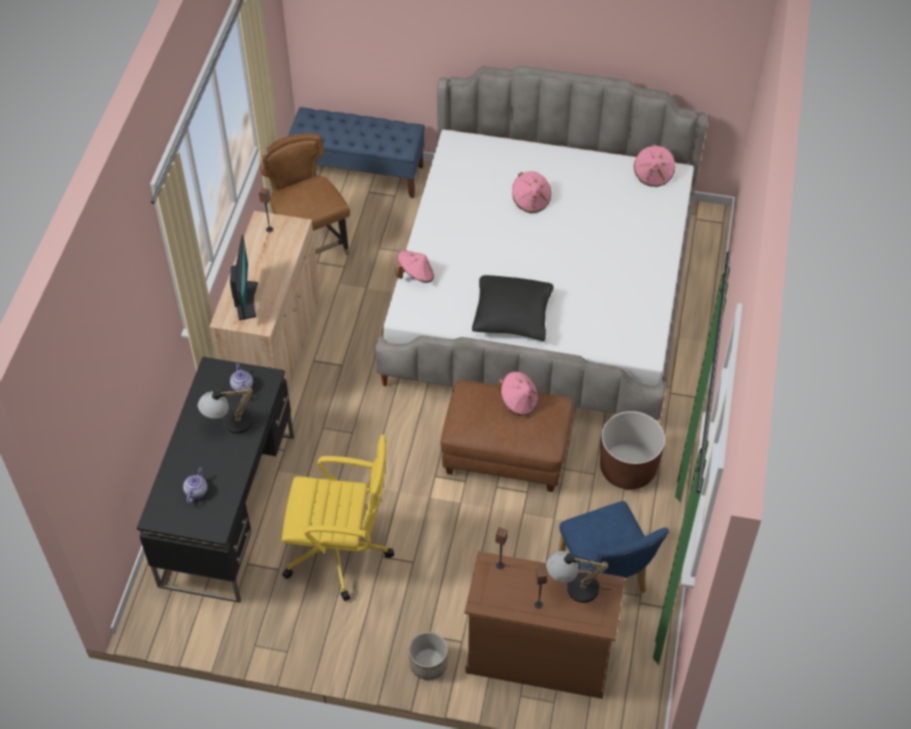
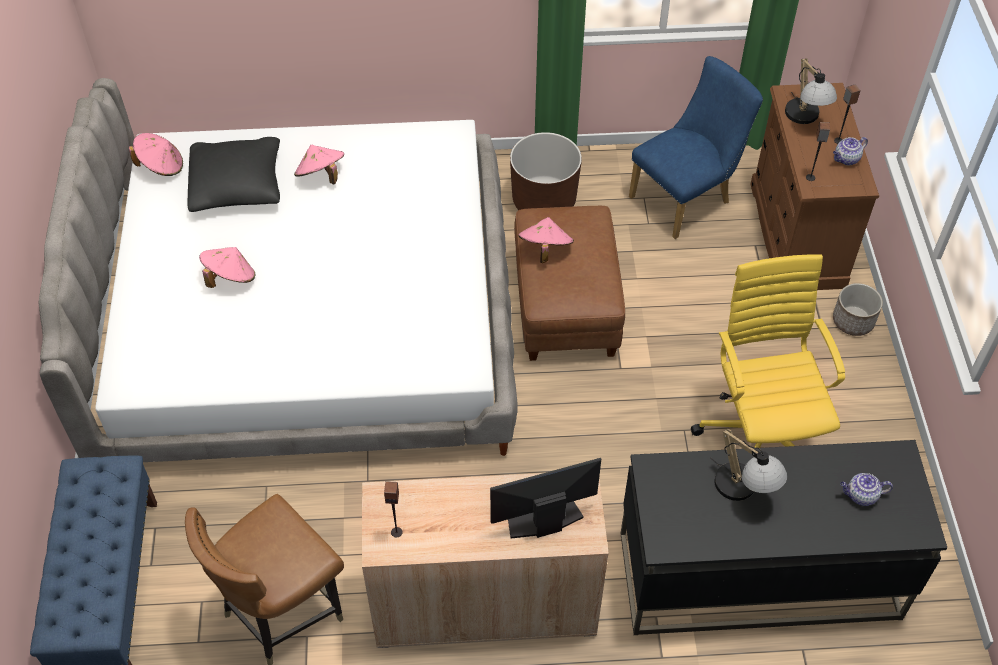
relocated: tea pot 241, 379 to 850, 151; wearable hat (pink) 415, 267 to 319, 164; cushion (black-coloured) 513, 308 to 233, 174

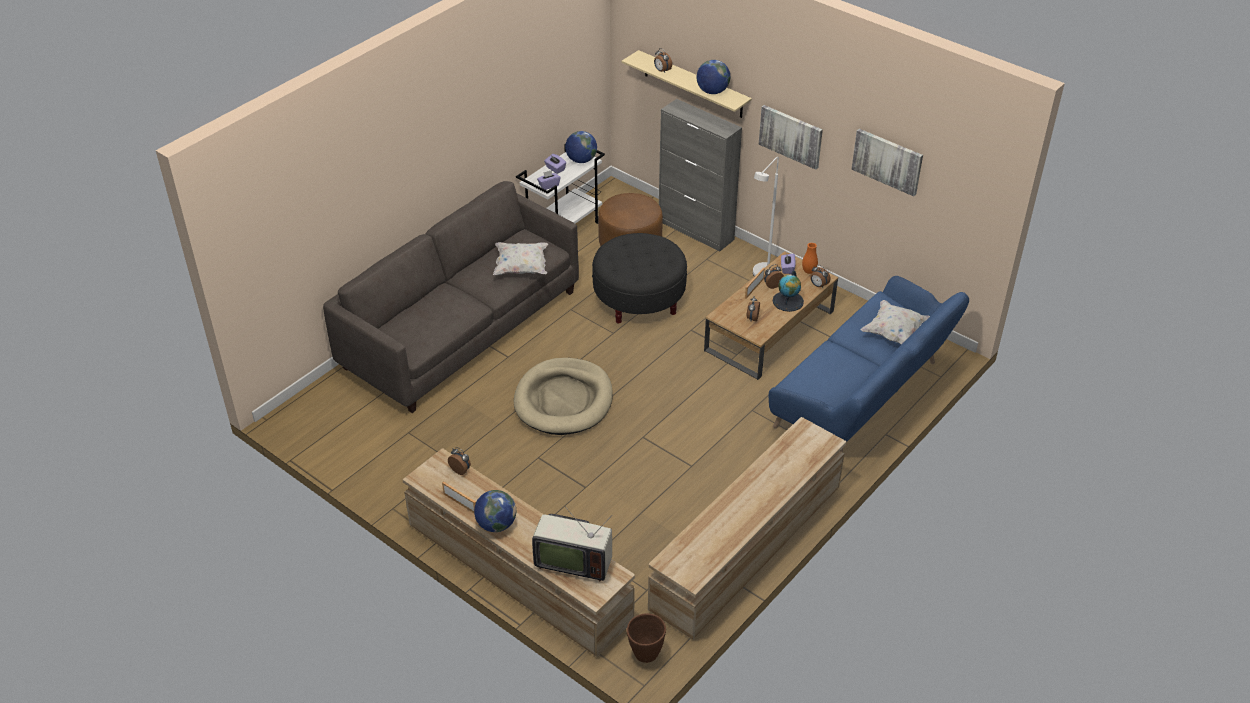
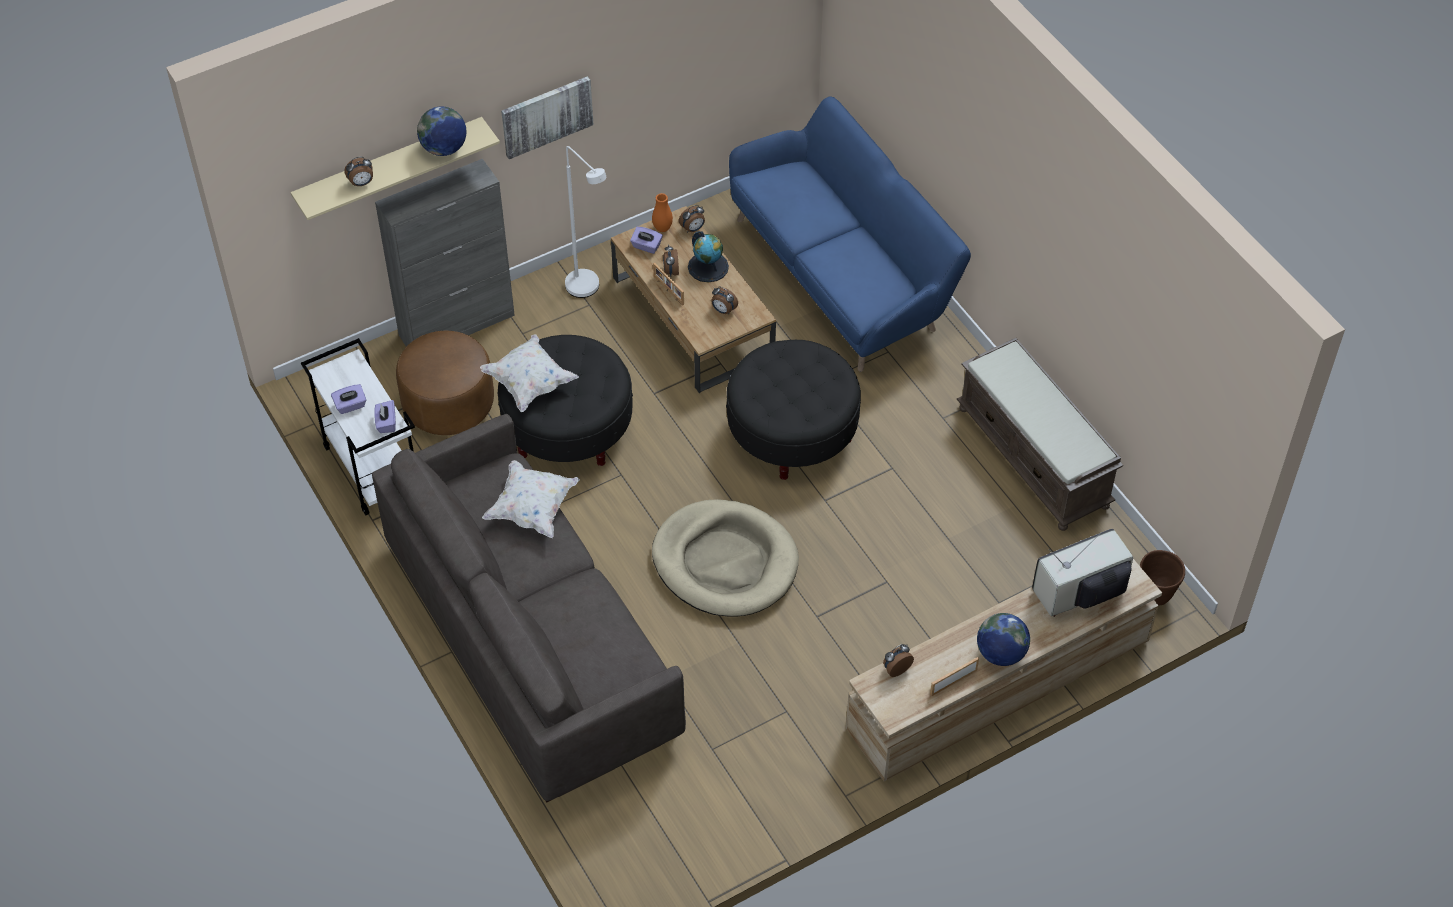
missing: world globe 581, 147; wall art 887, 162
appeared: pouffe (black-coloured) 793, 410
relocated: cushion (white-coloured) 895, 322 to 529, 373
exchanged: tv unit (beige-coloured) 747, 528 to indoor bench (brownish) 1040, 434
spun: TV set 572, 544 = 1082, 573 150 degrees counterclockwise

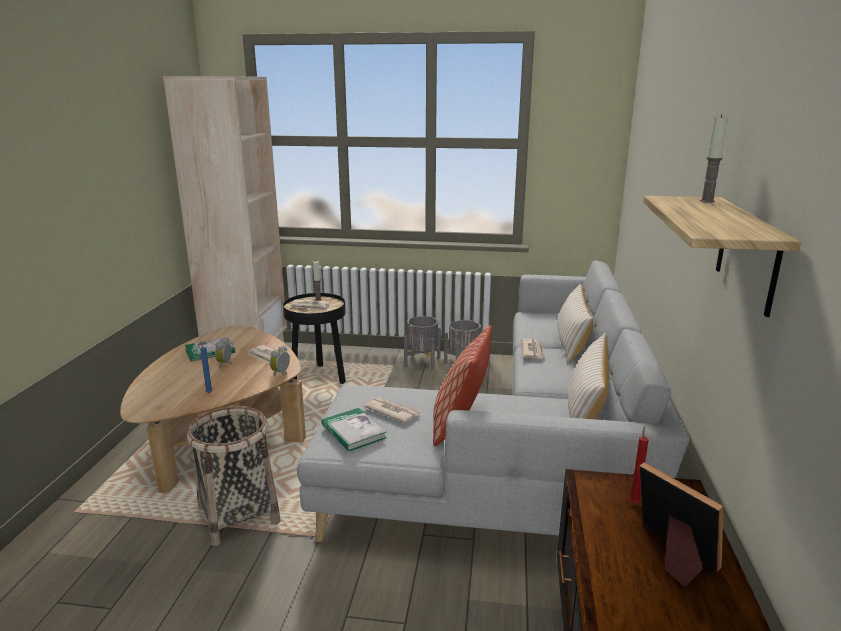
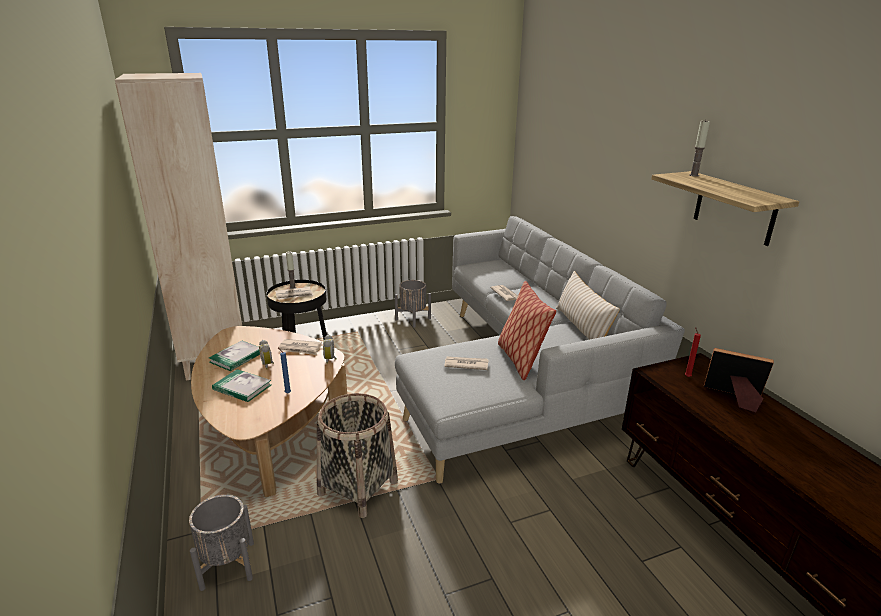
missing: cushion (beige-coloured) 575, 324
relocated: book 354, 429 to 241, 385; plant pot (gray) 422, 343 to 221, 543

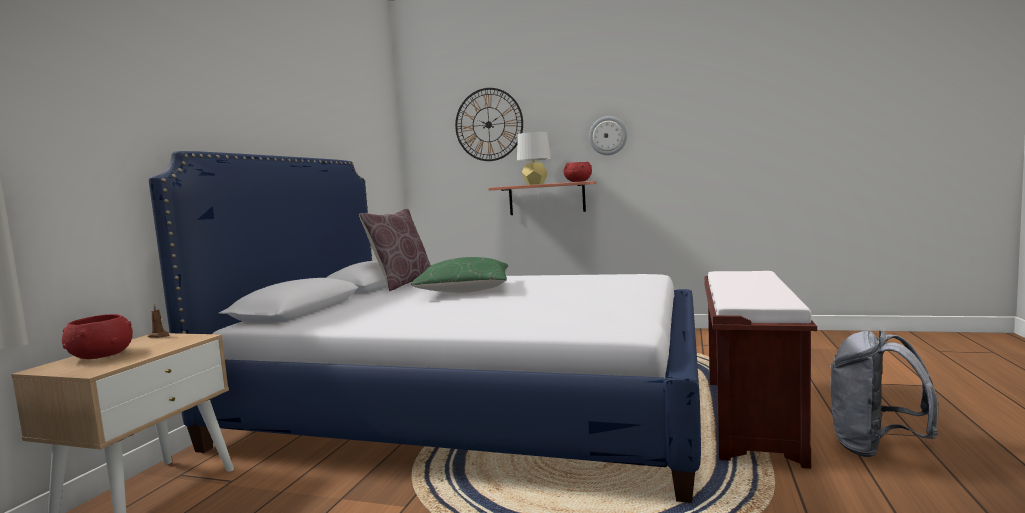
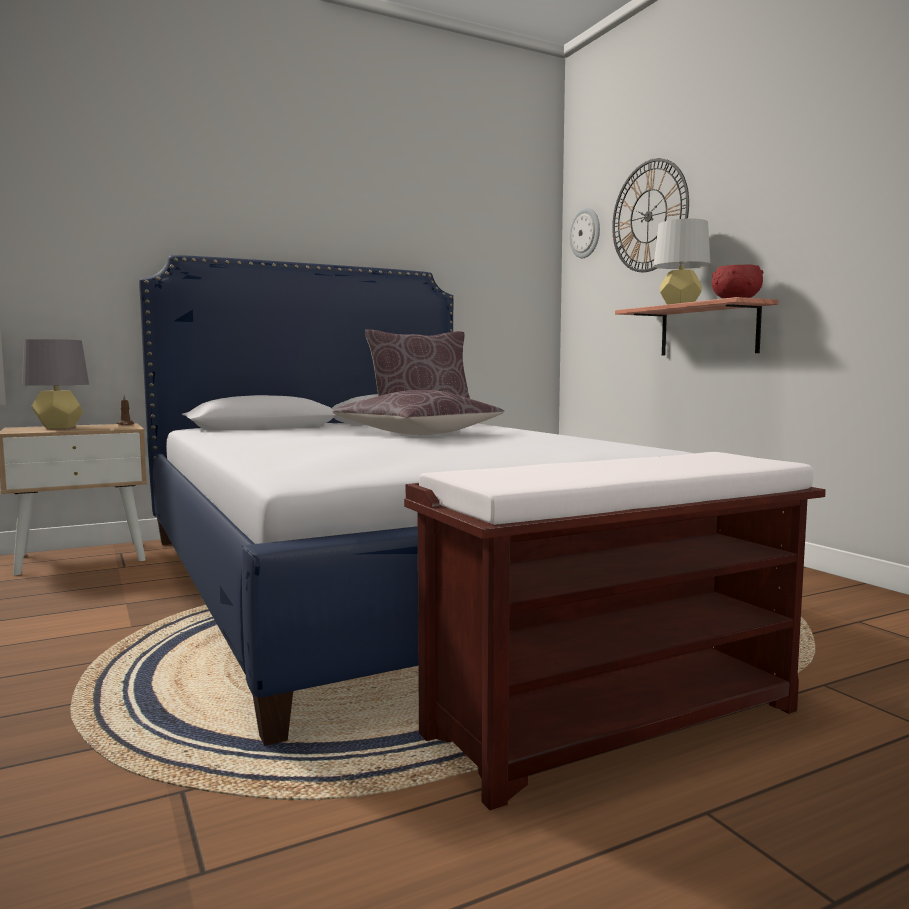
missing: backpack (gray) 884, 393
relocated: hanging clock 608, 135 to 584, 233
exchanged: deep dish (red-coloured) 97, 336 to lamp for a table (gray) 55, 384
colour: cushion (green-coloured) 459, 275 to cushion (brownish) 419, 412

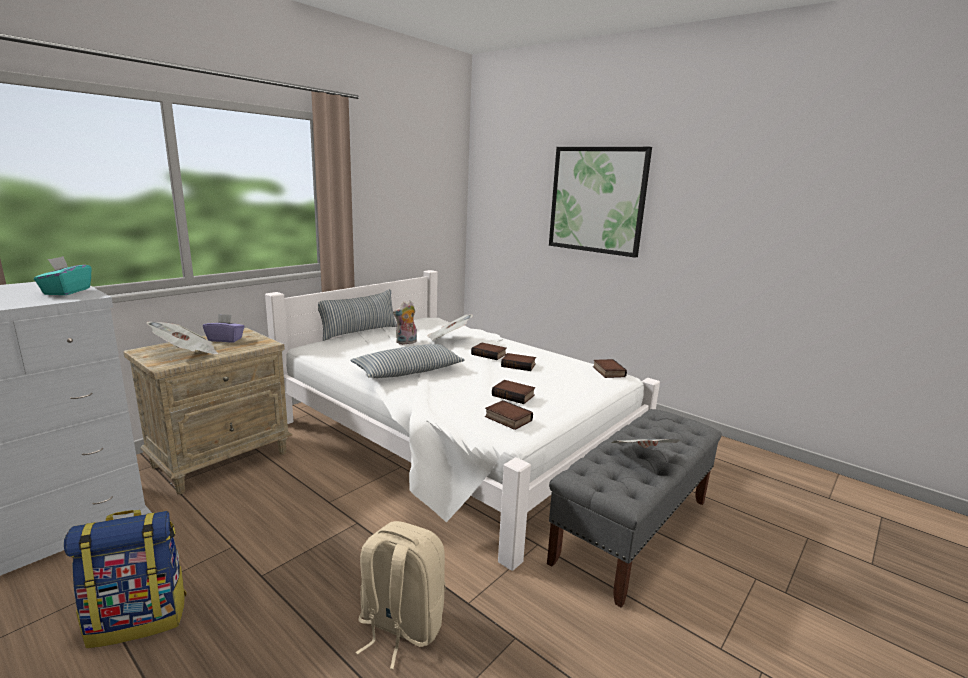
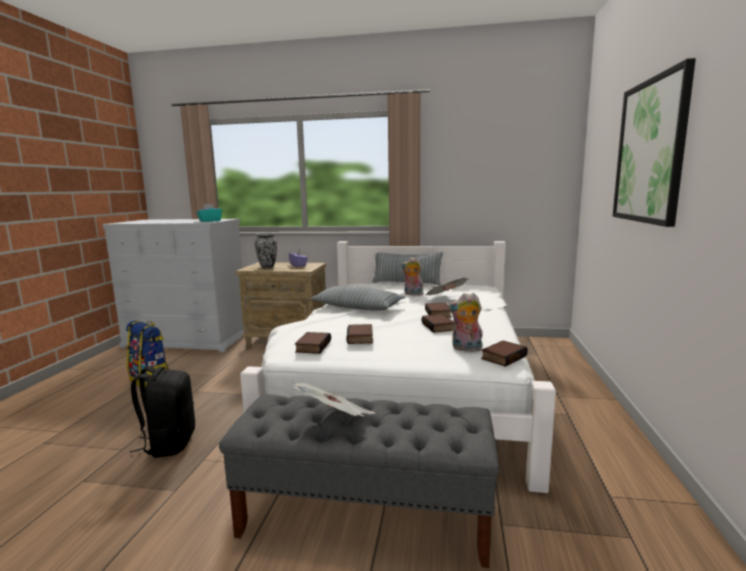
appeared: plush toy 465, 322
exchanged: daily paper 182, 338 to flower vase 266, 250
colour: backpack (beige-coloured) 401, 595 to backpack (black-coloured) 162, 412

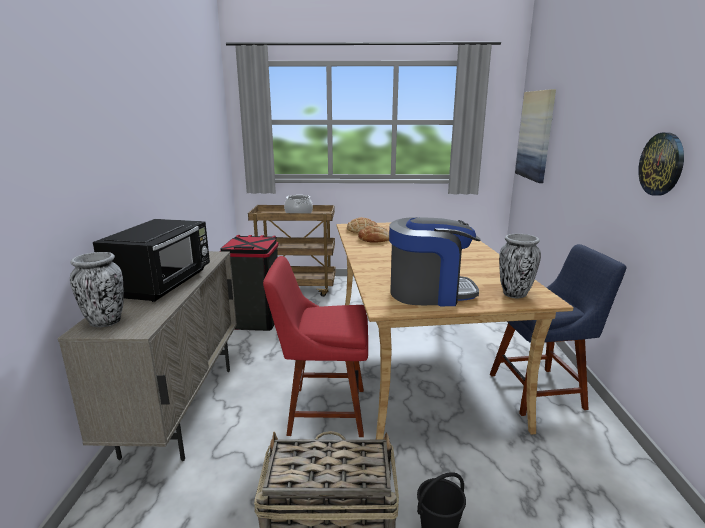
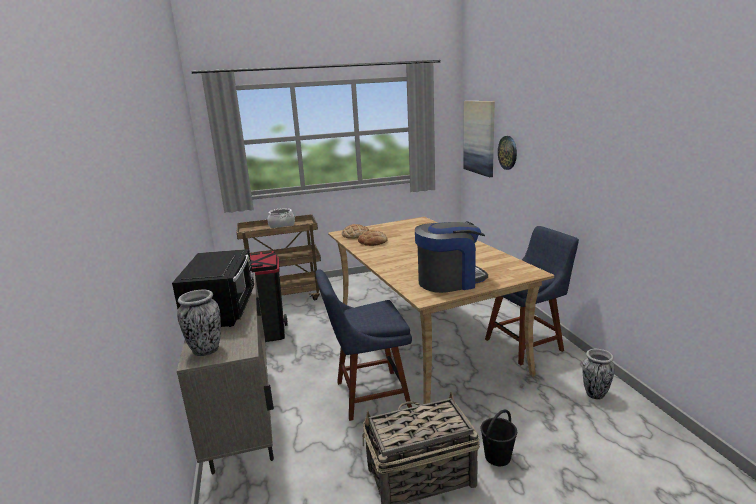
relocated: flower vase 520, 266 to 598, 374; hanging clock 661, 164 to 507, 153
colour: chair (red-coloured) 315, 346 to chair (blue-coloured) 364, 345

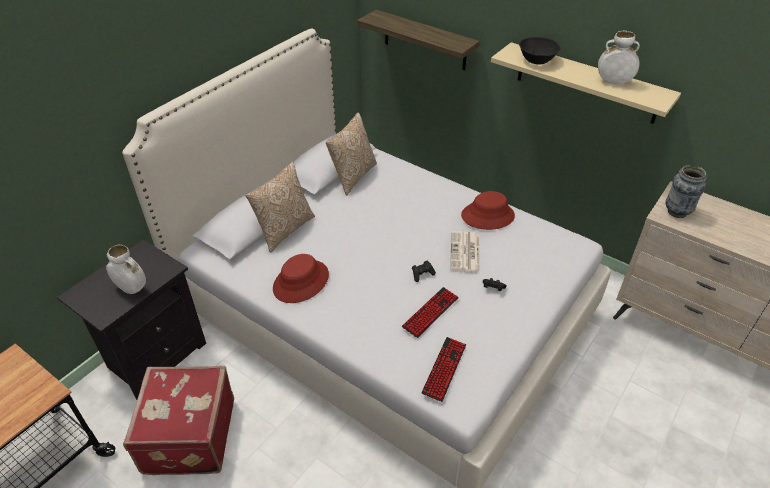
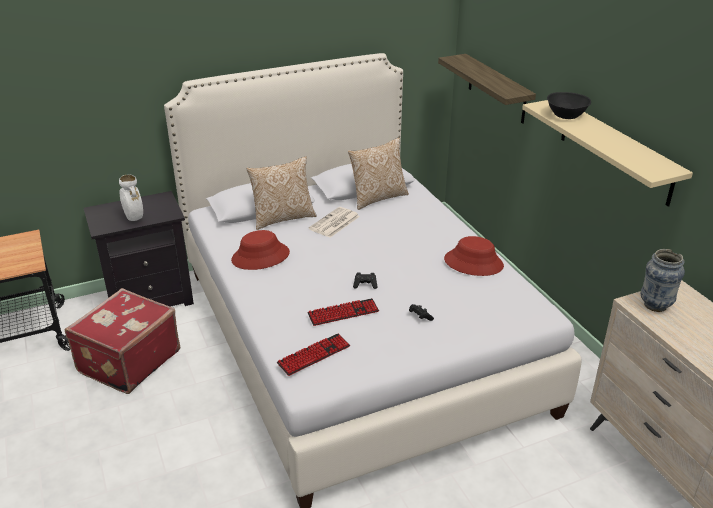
missing: flower vase (white-coloured) 619, 57
relocated: daily paper 465, 252 to 334, 222

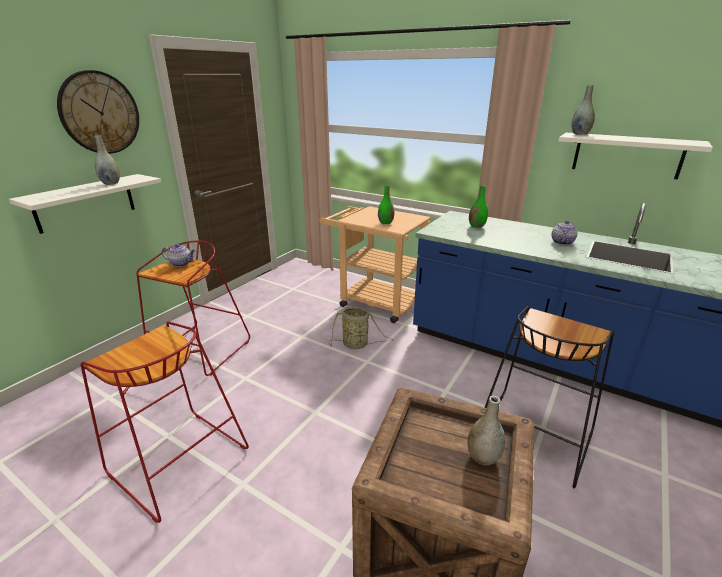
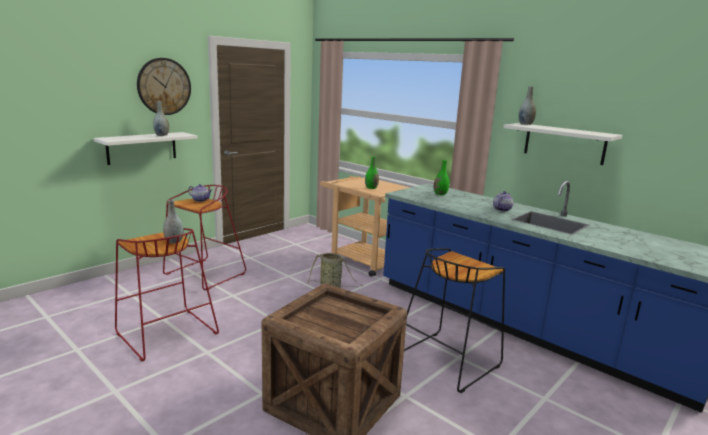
relocated: flower vase (gray) 486, 430 to 173, 221

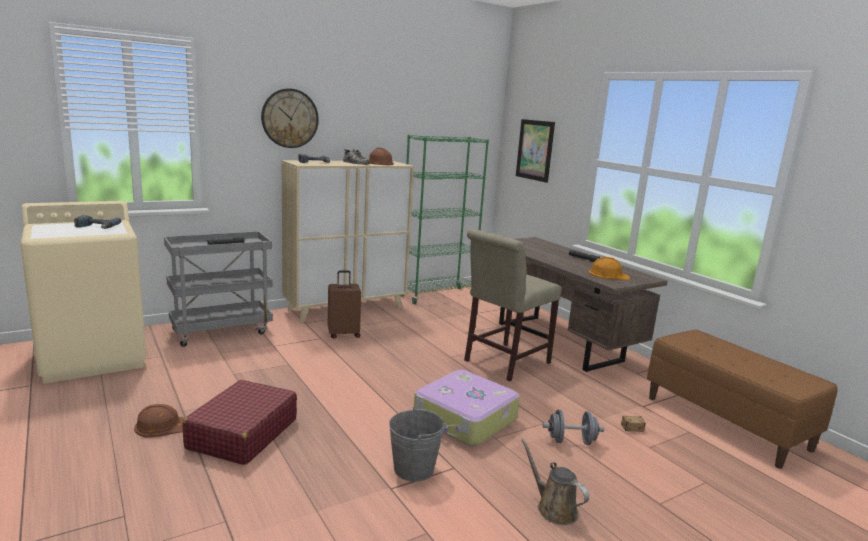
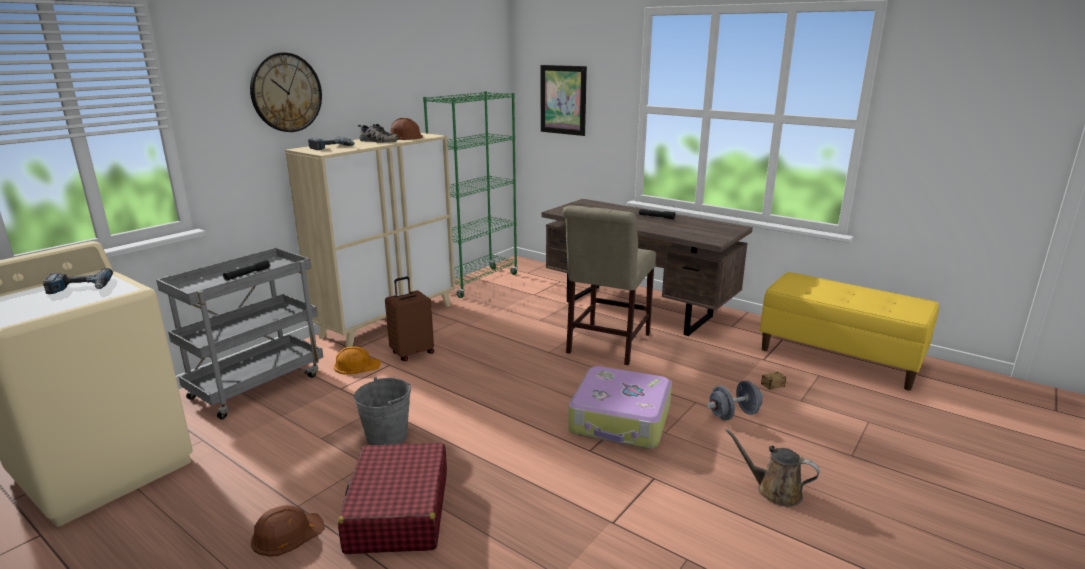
relocated: pail (gray) 417, 444 to 382, 411; hard hat (orange-coloured) 609, 268 to 357, 361
colour: indoor bench (brownish) 742, 399 to indoor bench (yellow) 849, 331

